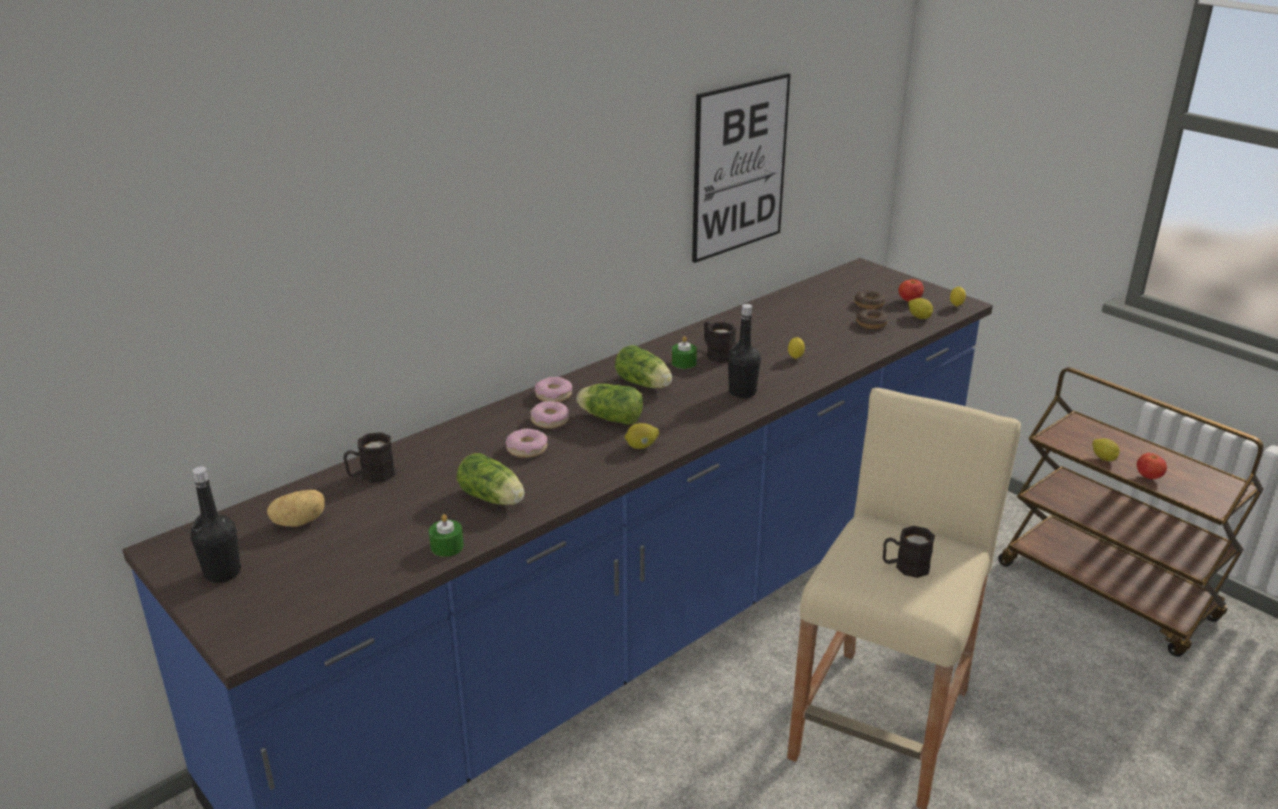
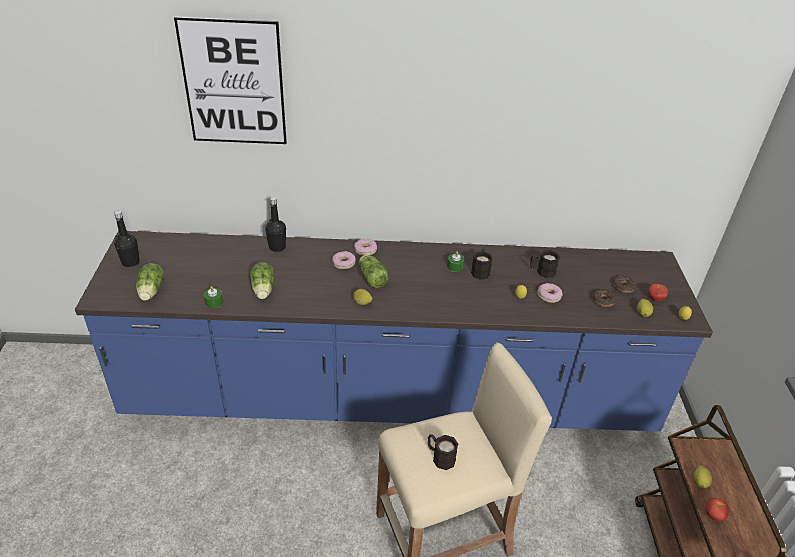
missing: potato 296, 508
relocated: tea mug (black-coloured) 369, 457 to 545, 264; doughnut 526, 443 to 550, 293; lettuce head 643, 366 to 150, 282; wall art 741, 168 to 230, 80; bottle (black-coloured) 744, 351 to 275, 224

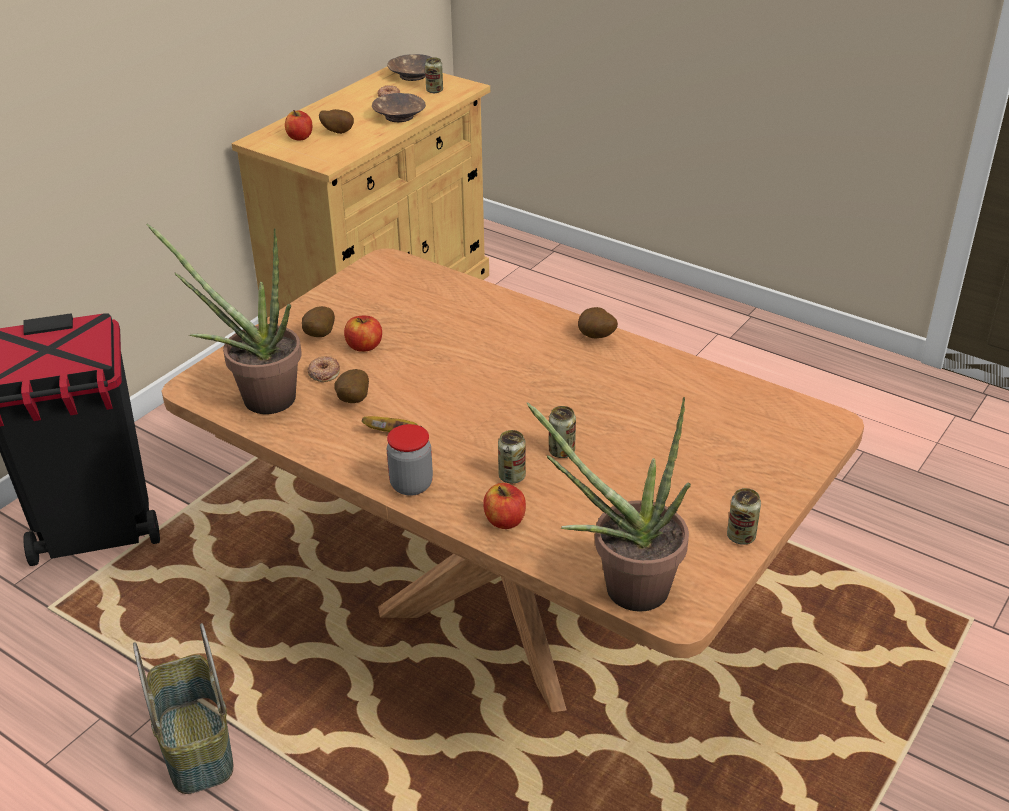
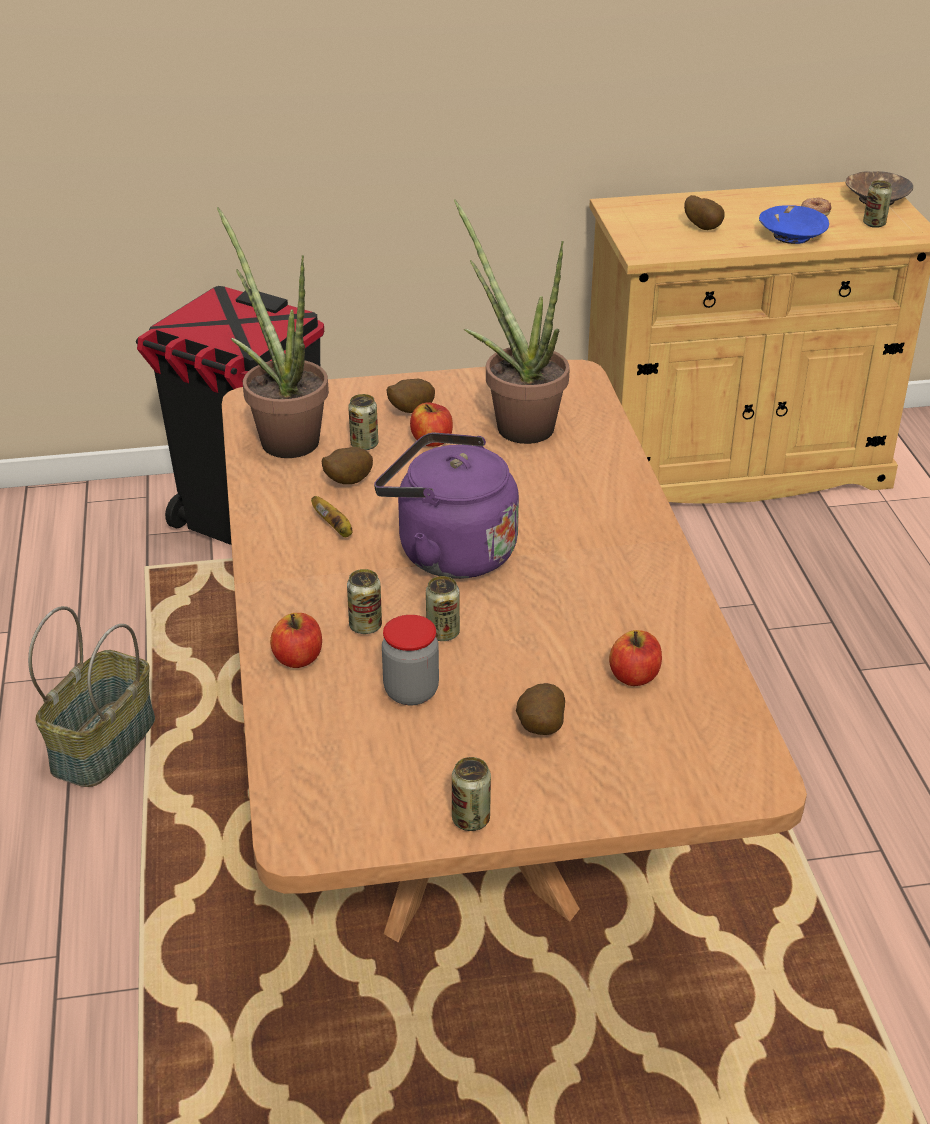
appeared: tea kettle (purple) 446, 506
relocated: apple fruit 298, 125 to 635, 658; jar 410, 460 to 410, 660; houseplant 609, 504 to 512, 321; potato 598, 322 to 540, 709
exchanged: doughnut 323, 369 to sealed can 363, 422
colour: deep dish (brownish) 399, 107 to deep dish (blue-coloured) 794, 224

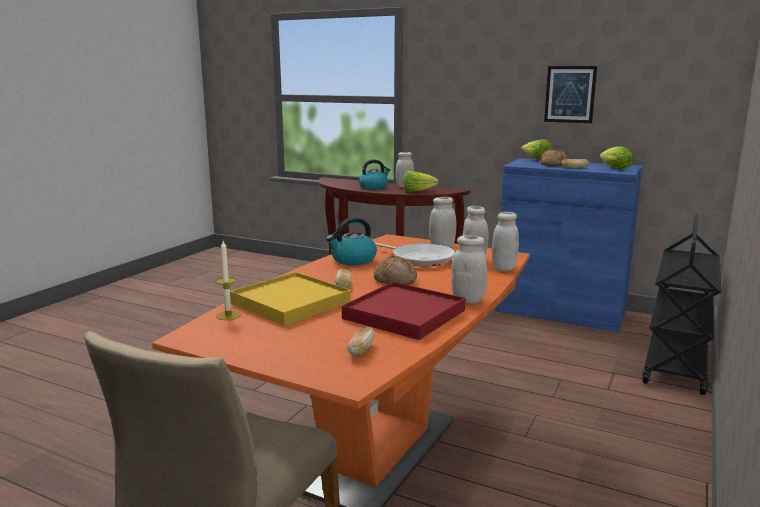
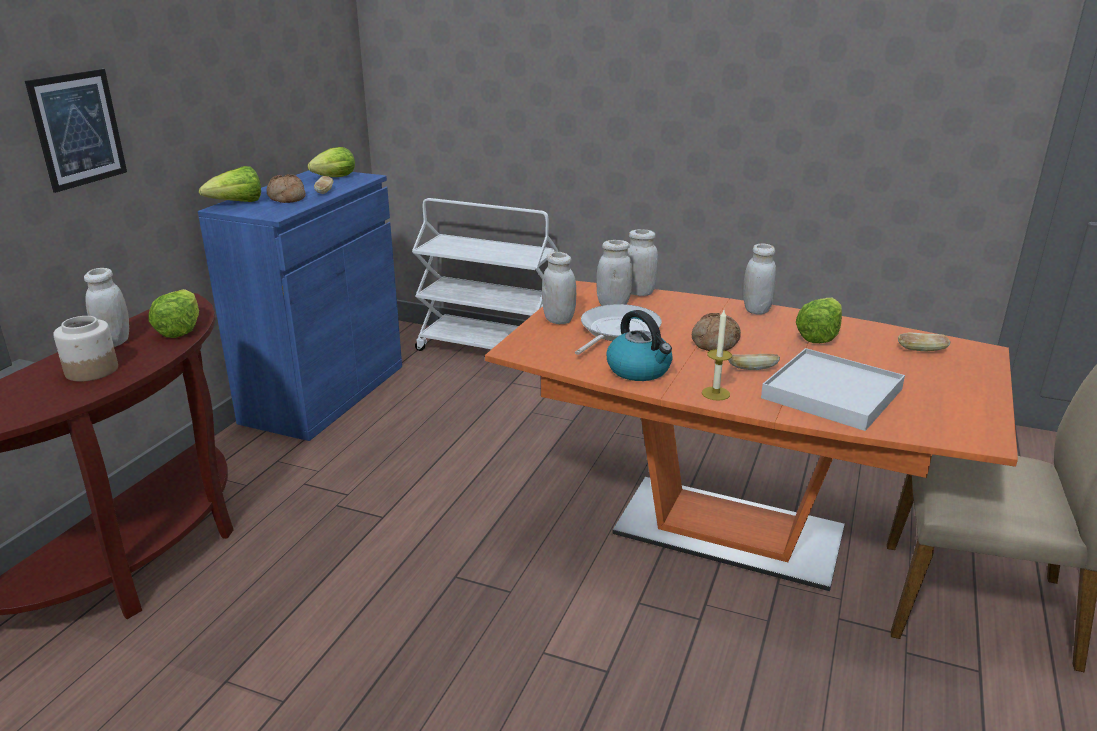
relocated: wax candle 228, 280 to 717, 355; wall art 570, 94 to 76, 131
exchanged: tray (red-coloured) 404, 311 to lettuce head 819, 320; tea kettle 374, 174 to jar 85, 349
colour: tray (yellow) 290, 299 to tray (white-coloured) 833, 389; cart (black-coloured) 681, 304 to cart (white-coloured) 485, 274

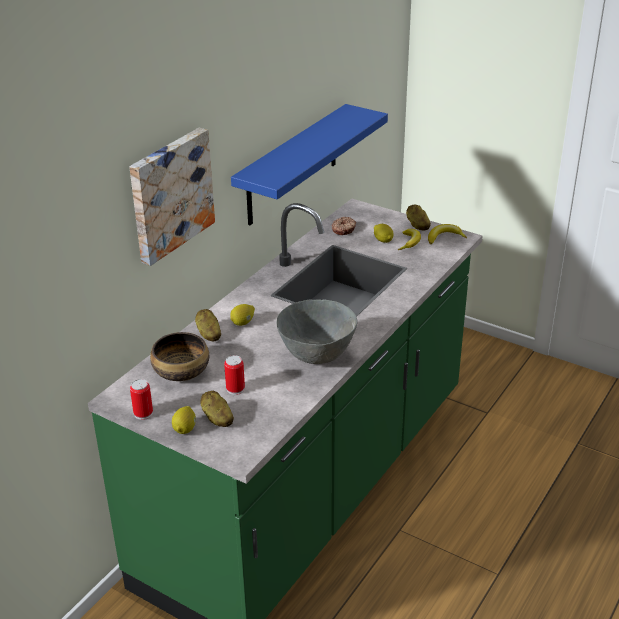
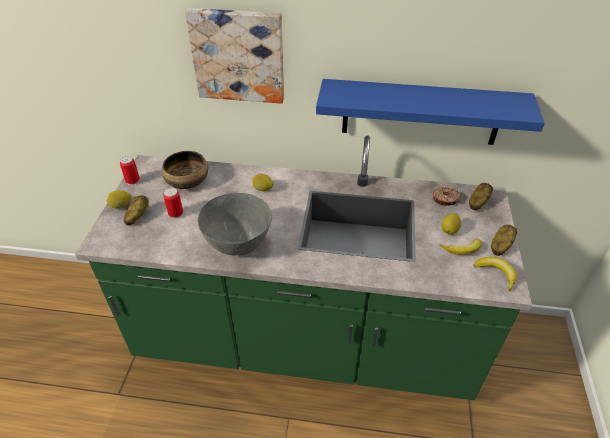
relocated: potato 208, 325 to 481, 196

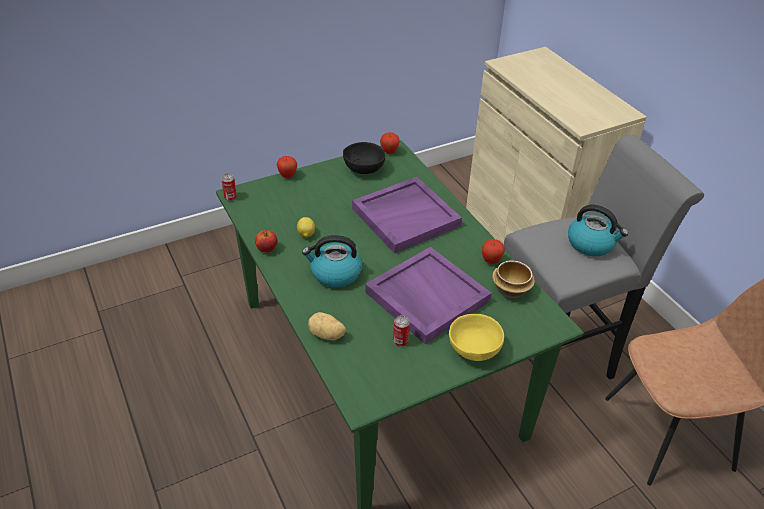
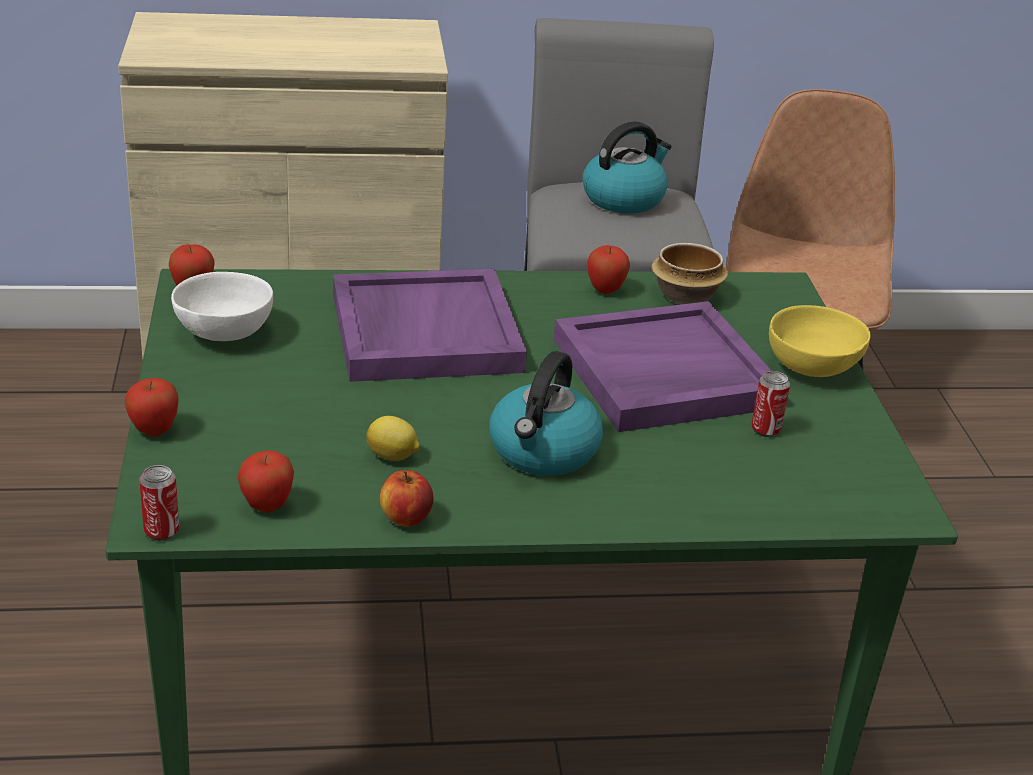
missing: potato 327, 326
appeared: apple fruit 266, 481
colour: deep dish (black-coloured) 364, 158 to deep dish (white-coloured) 222, 306

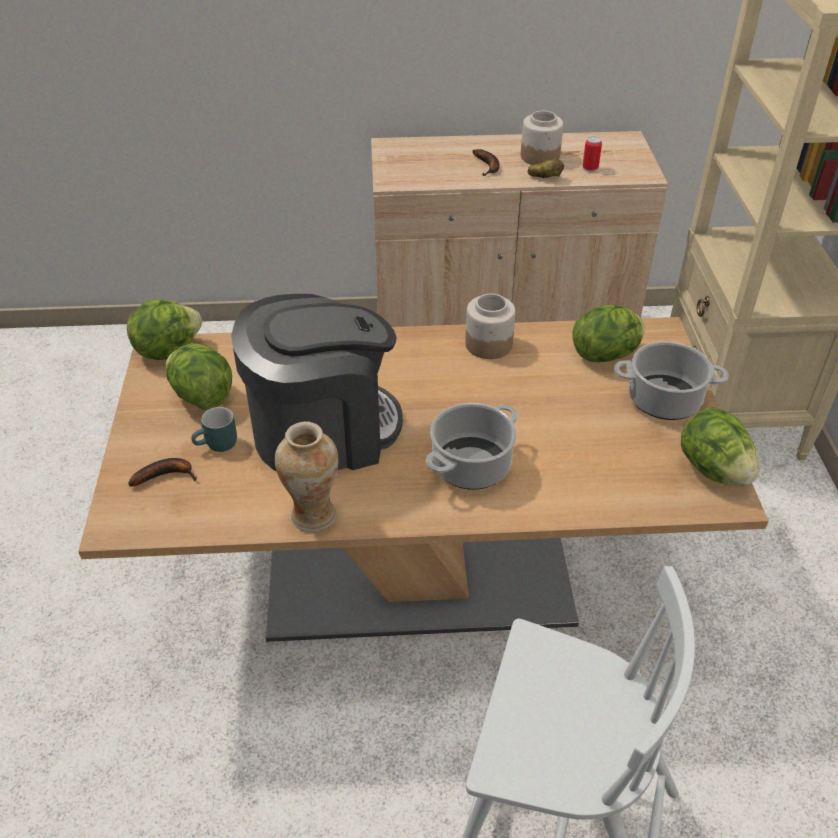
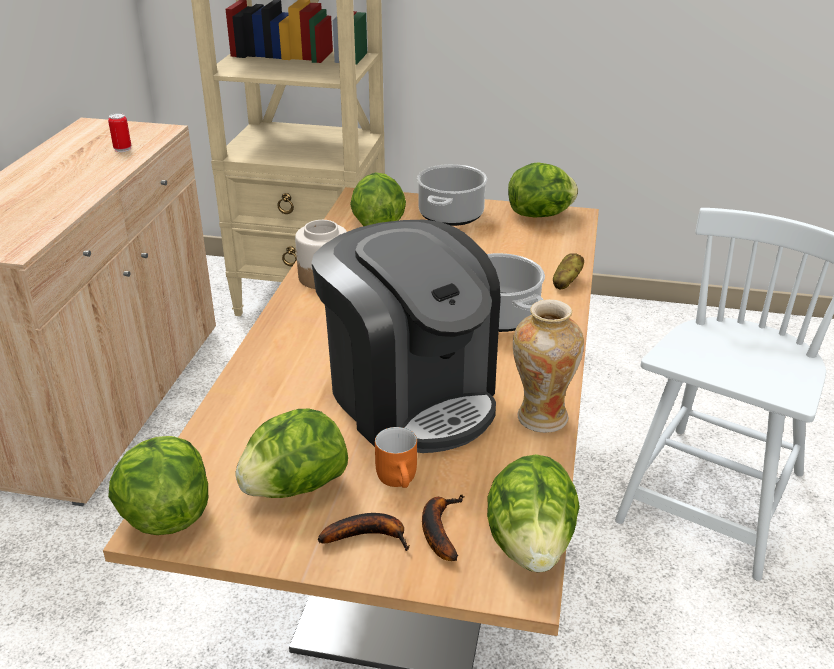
missing: jar 542, 138
appeared: lettuce head 533, 513
relocated: banana fruit 486, 162 to 364, 532; potato 546, 168 to 568, 271
colour: tea mug (turquoise) 214, 429 to tea mug (orange-coloured) 396, 457
spun: coffee maker 317, 383 = 406, 336 150 degrees clockwise

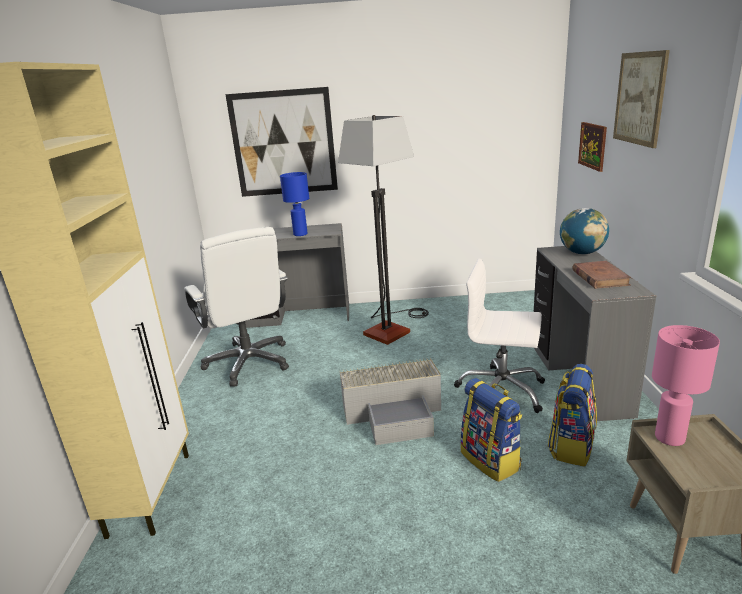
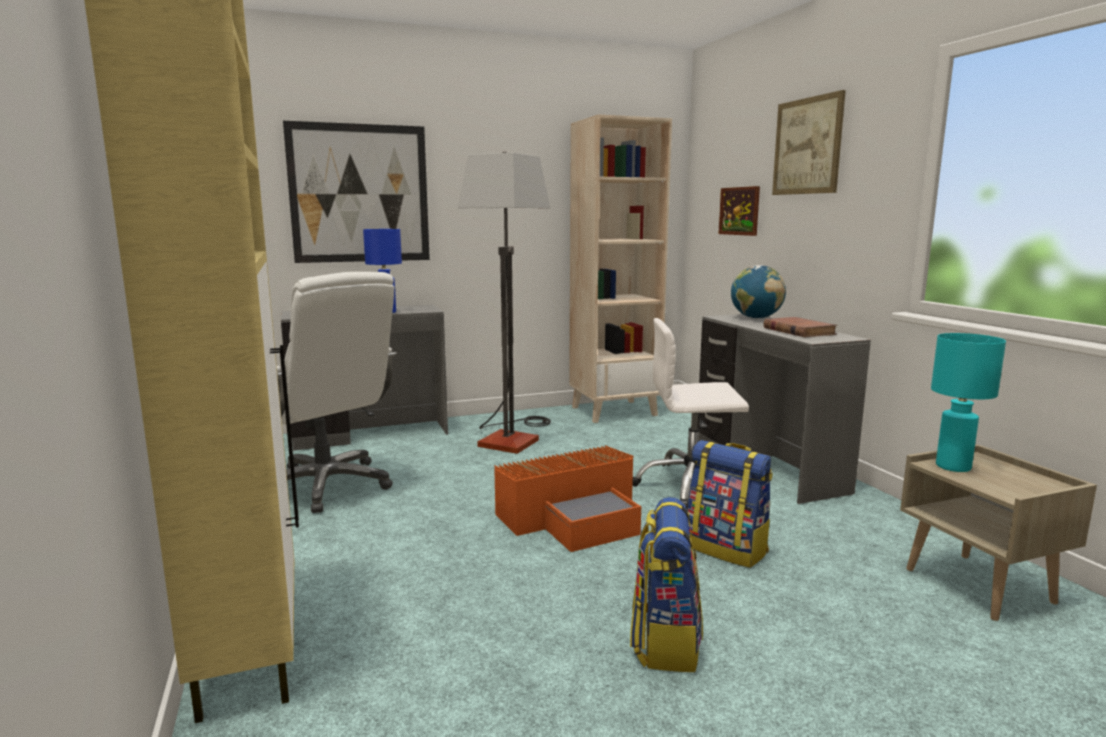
appeared: bookshelf (beige-coloured) 620, 268
relocated: backpack 572, 415 to 666, 584
colour: storage container (gray) 390, 401 to storage container (orange-coloured) 567, 498; lamp for a table (pink) 686, 385 to lamp for a table (turquoise) 968, 402

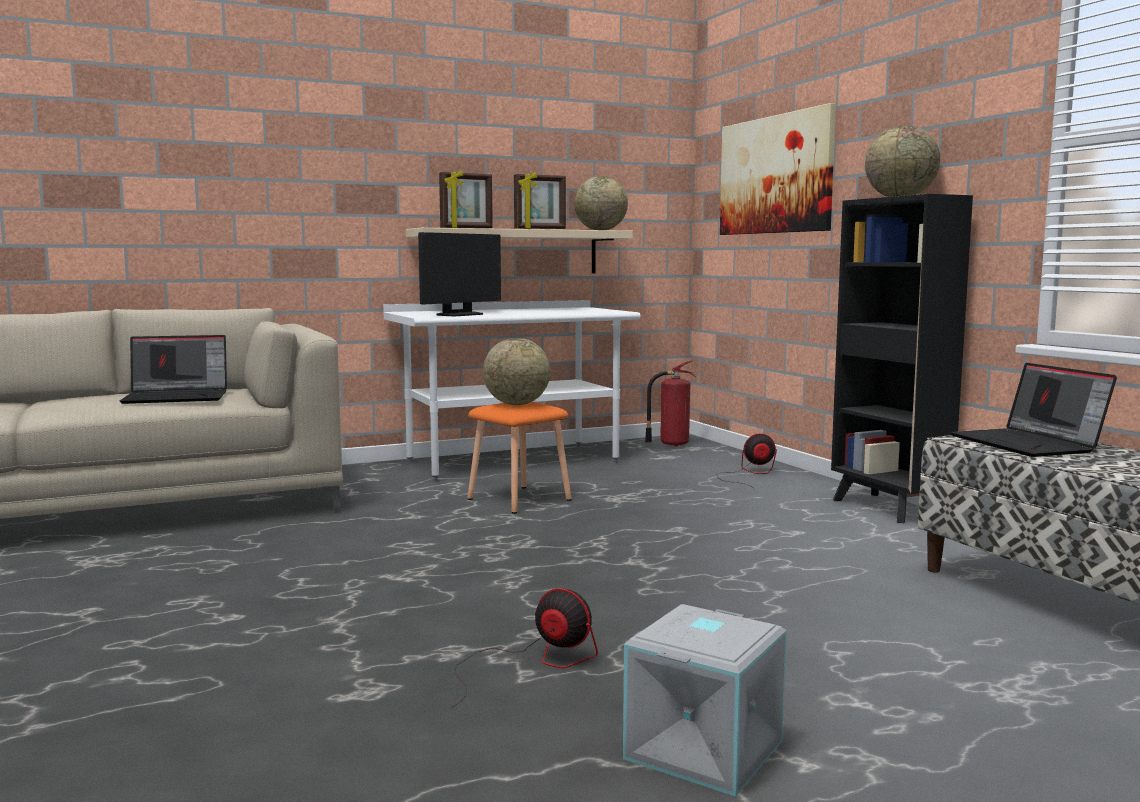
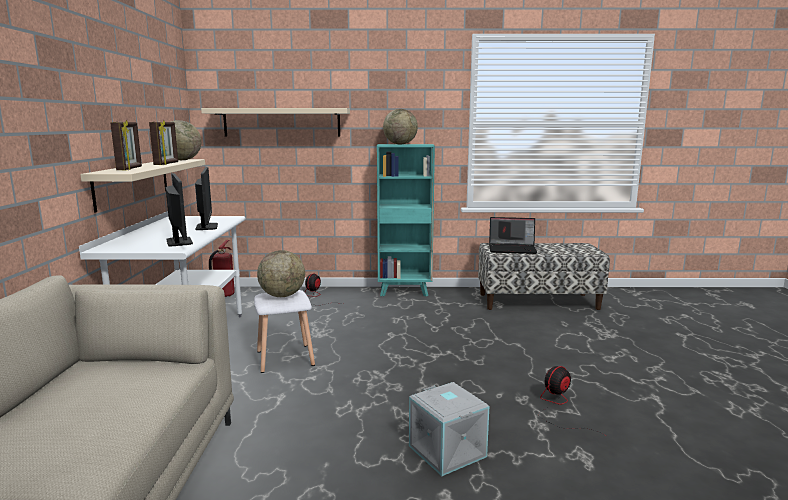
missing: notebook computer 173, 369
appeared: computer display 206, 198
relocated: storage container (gray) 705, 700 to 449, 429
exchanged: wall art 778, 169 to shelf (beige-coloured) 275, 122
colour: stool seat (orange-coloured) 519, 458 to stool seat (white-coloured) 284, 331; bookshelf (black-coloured) 902, 358 to bookshelf (turquoise) 406, 220

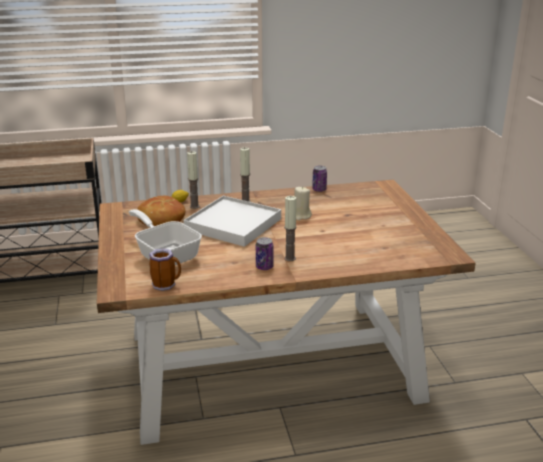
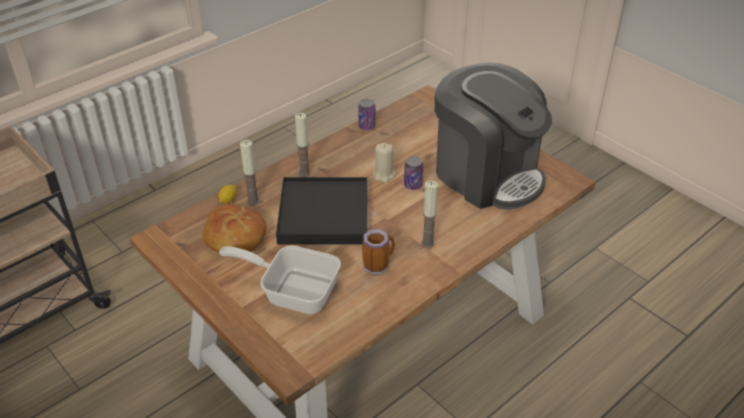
appeared: coffee maker 493, 136
relocated: tea mug 165, 269 to 378, 252; sealed can 264, 253 to 413, 173
colour: tray (white-coloured) 232, 221 to tray (black-coloured) 321, 211

